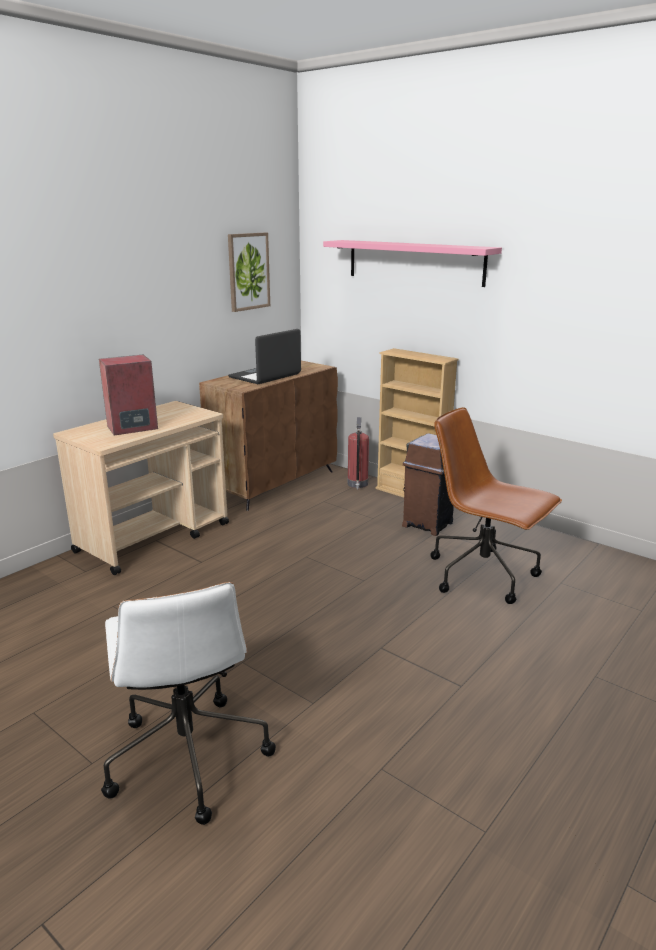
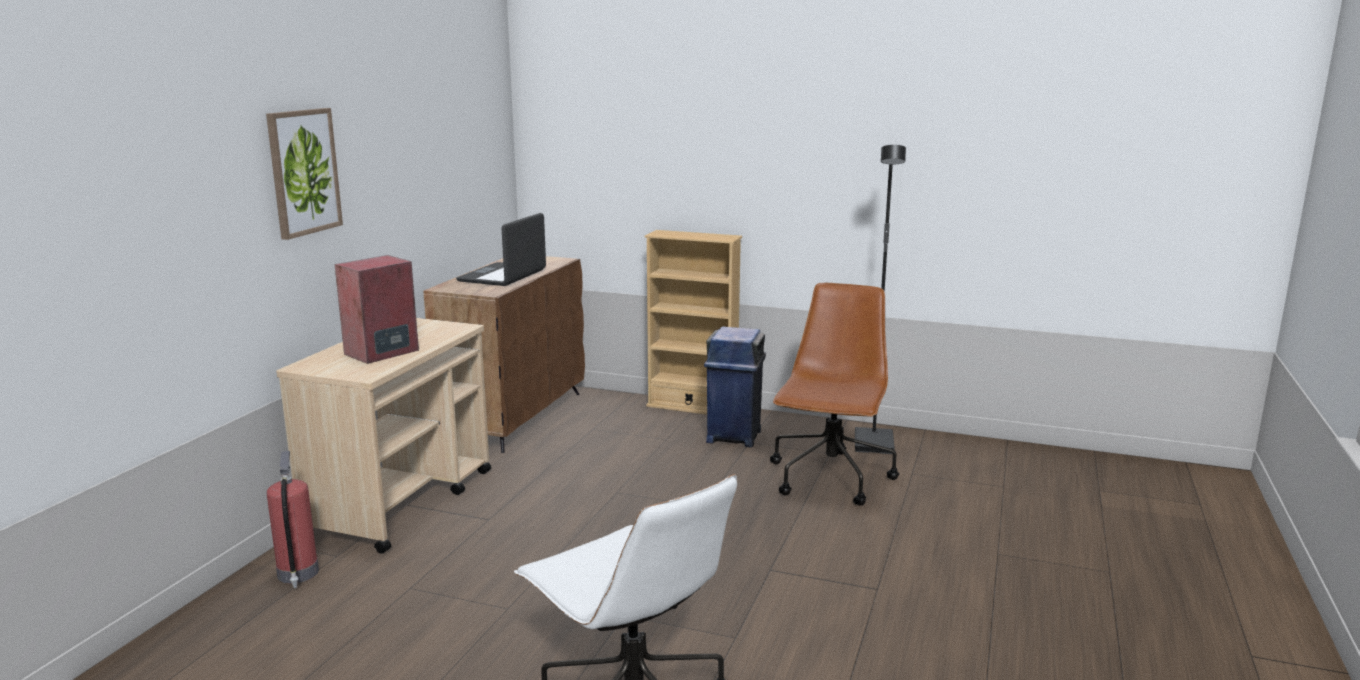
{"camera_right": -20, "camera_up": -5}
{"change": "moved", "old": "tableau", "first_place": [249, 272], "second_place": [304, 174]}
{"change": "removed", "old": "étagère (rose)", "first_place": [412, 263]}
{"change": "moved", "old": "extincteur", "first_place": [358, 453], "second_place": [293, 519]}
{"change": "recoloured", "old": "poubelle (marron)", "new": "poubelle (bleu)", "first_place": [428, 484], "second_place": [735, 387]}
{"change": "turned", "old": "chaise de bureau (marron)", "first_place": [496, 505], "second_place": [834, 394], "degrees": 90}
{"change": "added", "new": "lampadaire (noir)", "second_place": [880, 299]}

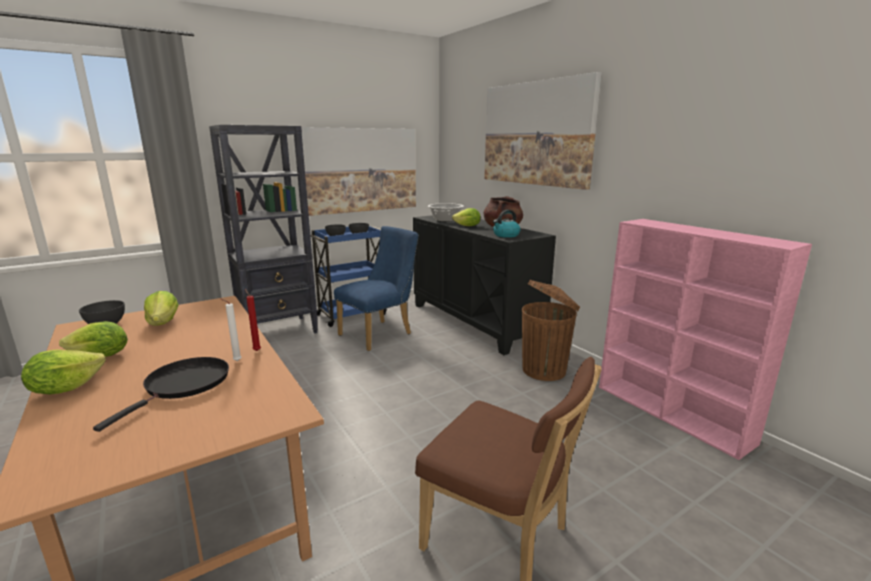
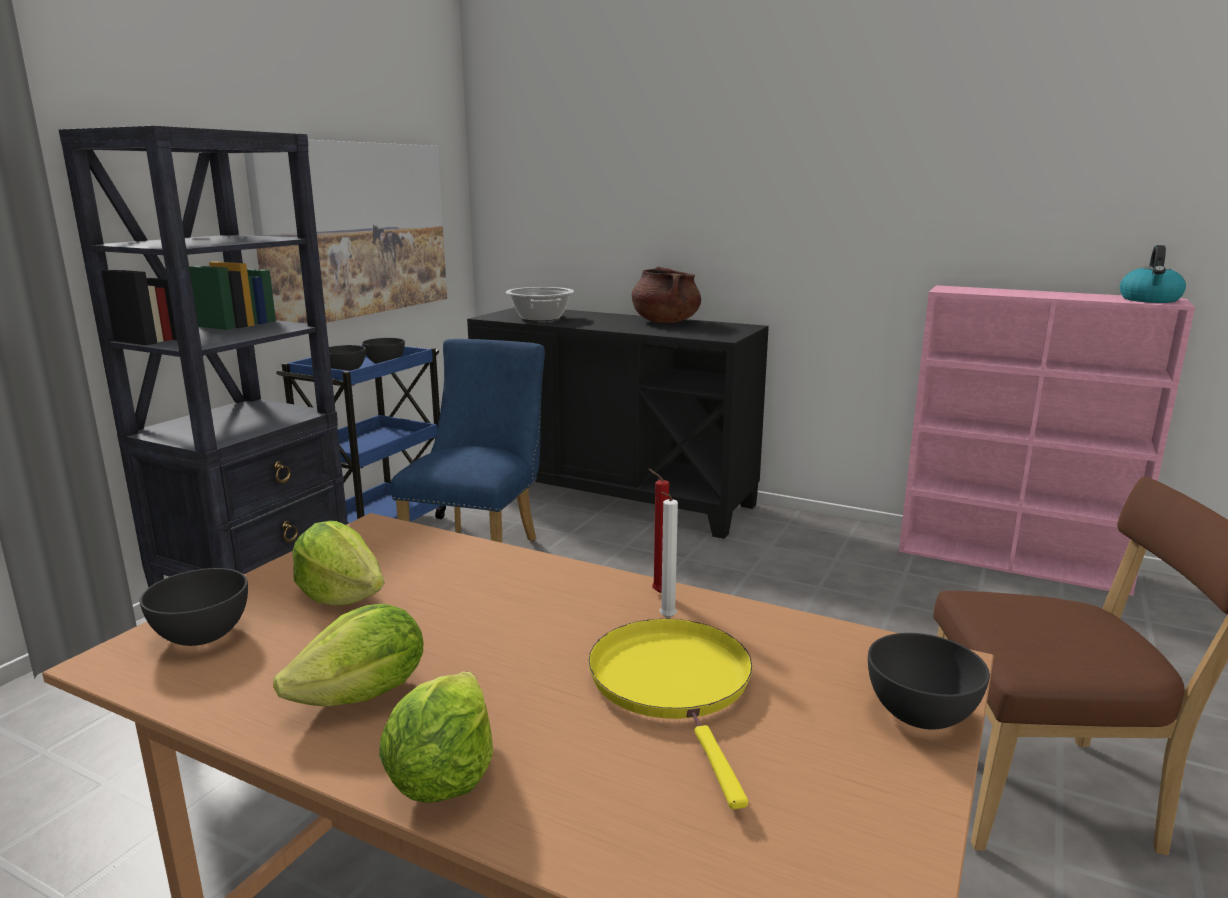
{"camera_right": -30, "camera_up": 0}
{"change": "recoloured", "old": "poêle (noir)", "new": "poêle (jaune)", "first_place": [161, 394], "second_place": [670, 714]}
{"change": "removed", "old": "laitue", "first_place": [466, 217]}
{"change": "removed", "old": "tableau", "first_place": [543, 131]}
{"change": "moved", "old": "bouilloire", "first_place": [506, 224], "second_place": [1153, 274]}
{"change": "removed", "old": "poubelle (marron)", "first_place": [551, 330]}
{"change": "added", "new": "bol (gris)", "second_place": [929, 681]}

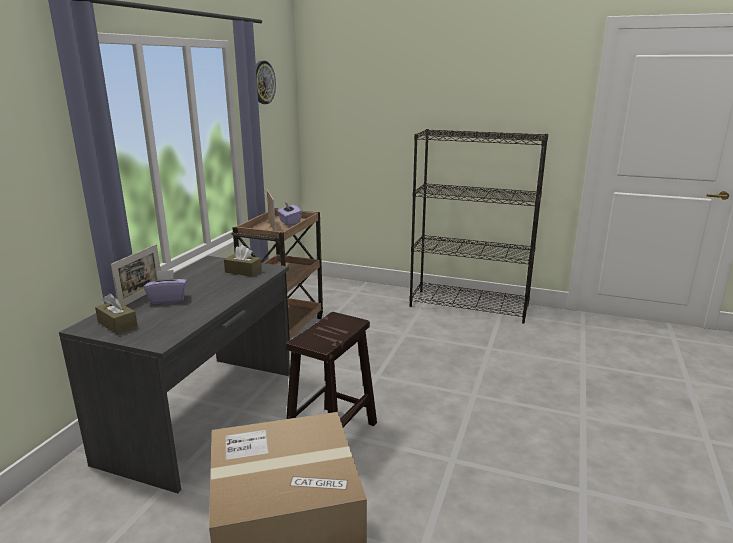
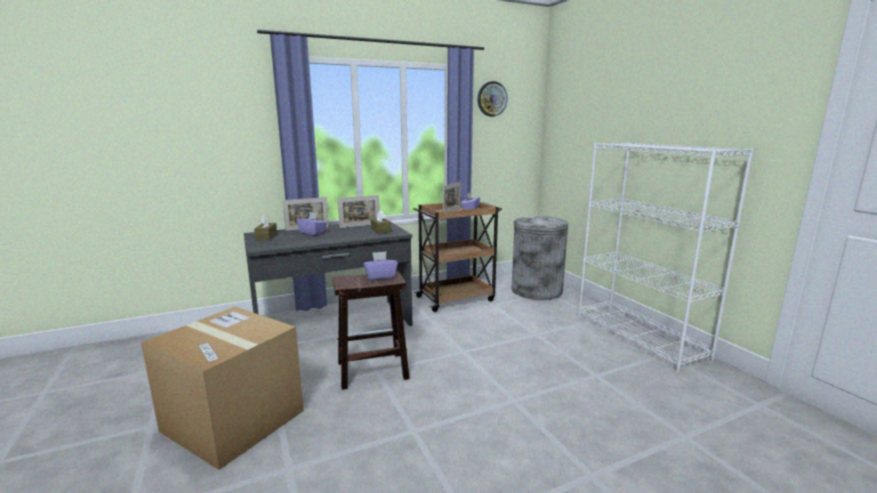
{"camera_right": 45, "camera_up": -5}
{"change": "recoloured", "old": "bibliothèque (noir)", "new": "bibliothèque (blanc)", "first_place": [478, 226], "second_place": [666, 257]}
{"change": "added", "new": "cadre photo", "second_place": [358, 211]}
{"change": "added", "new": "boîte à mouchoirs (violet)", "second_place": [380, 265]}
{"change": "added", "new": "poubelle (gris)", "second_place": [539, 258]}

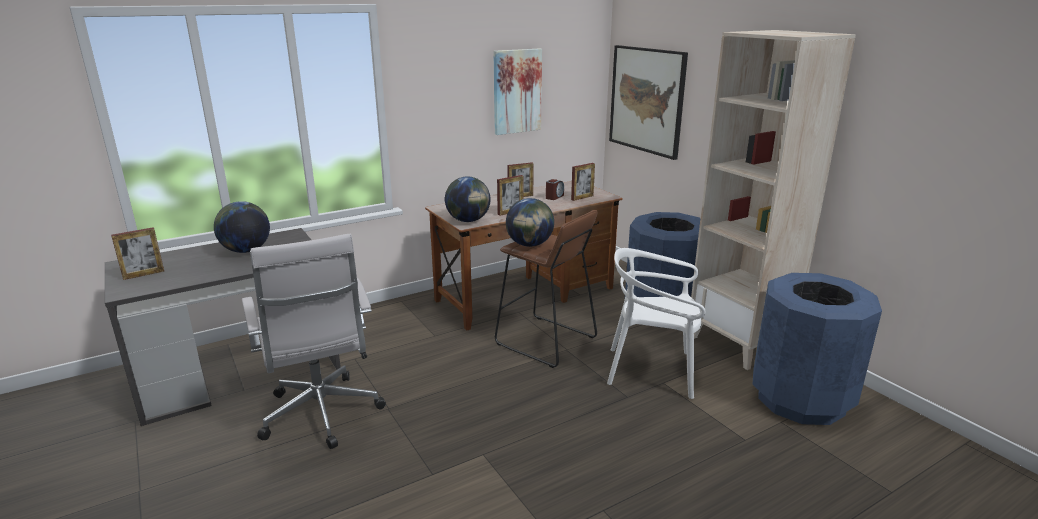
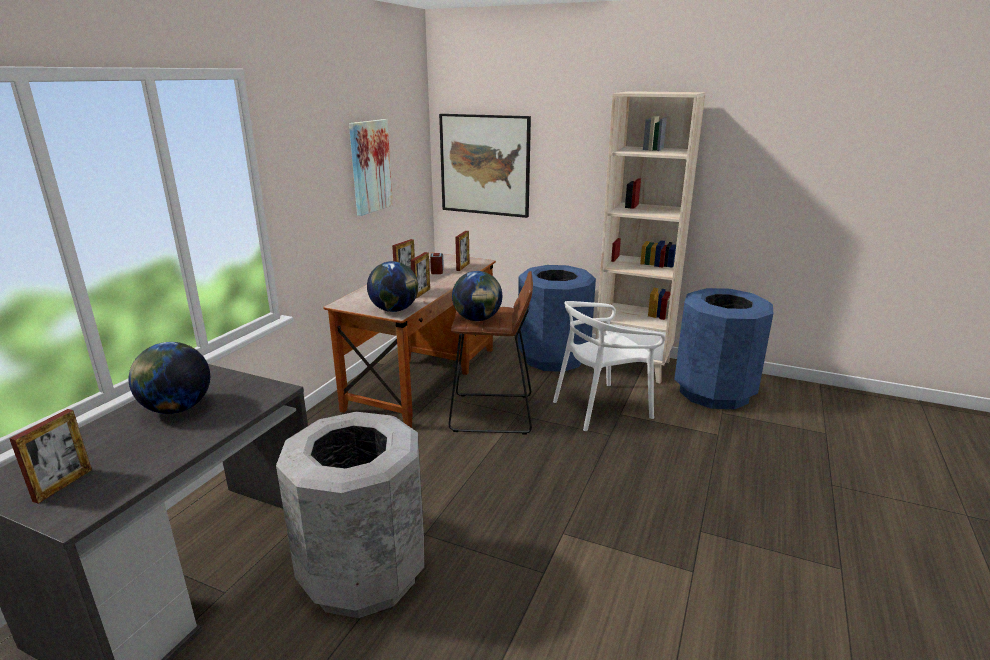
{"camera_right": -35, "camera_up": 0}
{"change": "replaced", "old": "chaise de bureau (blanc)", "new": "poubelle (gris)", "first_place": [314, 341], "second_place": [350, 515]}

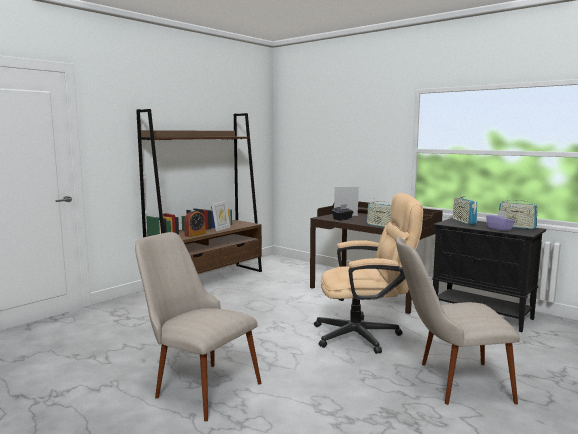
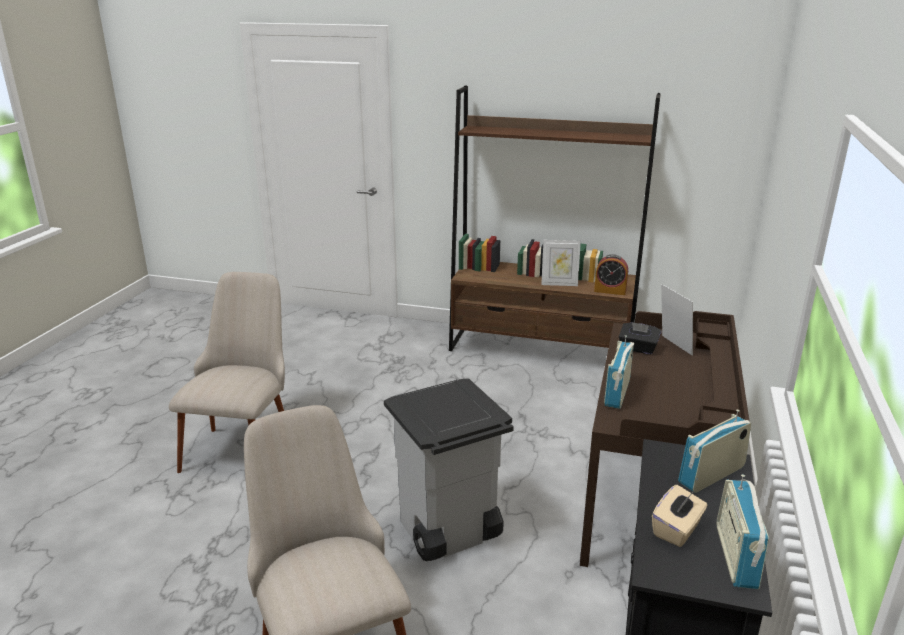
{"camera_right": 65, "camera_up": 15}
{"change": "moved", "old": "réveil", "first_place": [195, 223], "second_place": [611, 274]}
{"change": "replaced", "old": "chaise de bureau (beige)", "new": "poubelle (gris)", "first_place": [368, 273], "second_place": [449, 469]}
{"change": "recoloured", "old": "boîte à mouchoirs (violet)", "new": "boîte à mouchoirs (beige)", "first_place": [500, 221], "second_place": [680, 516]}

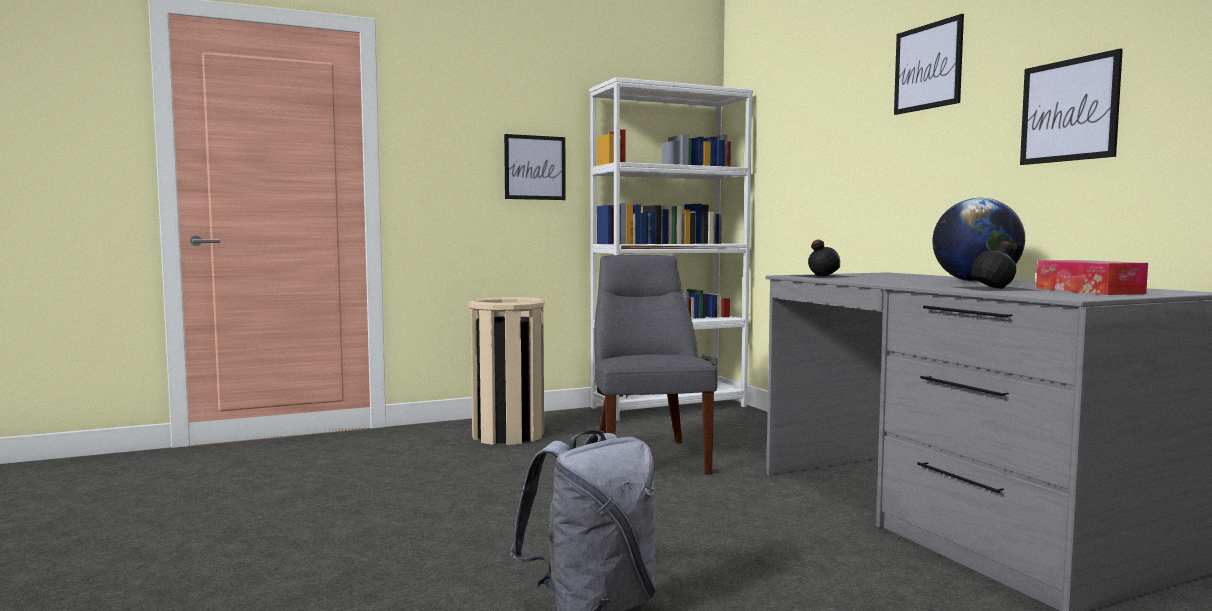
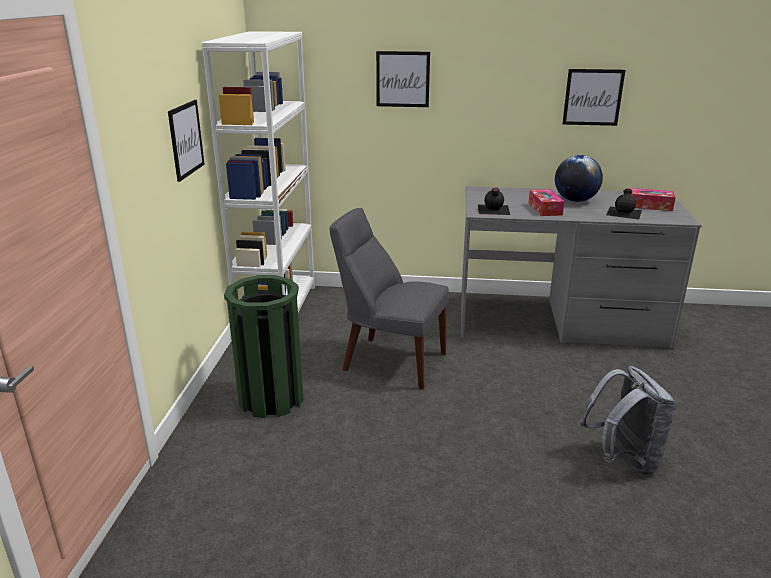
{"camera_right": -60, "camera_up": 20}
{"change": "recoloured", "old": "poubelle (beige)", "new": "poubelle (vert)", "first_place": [506, 371], "second_place": [264, 346]}
{"change": "moved", "old": "tableau", "first_place": [929, 64], "second_place": [403, 79]}
{"change": "added", "new": "boîte à mouchoirs", "second_place": [546, 202]}

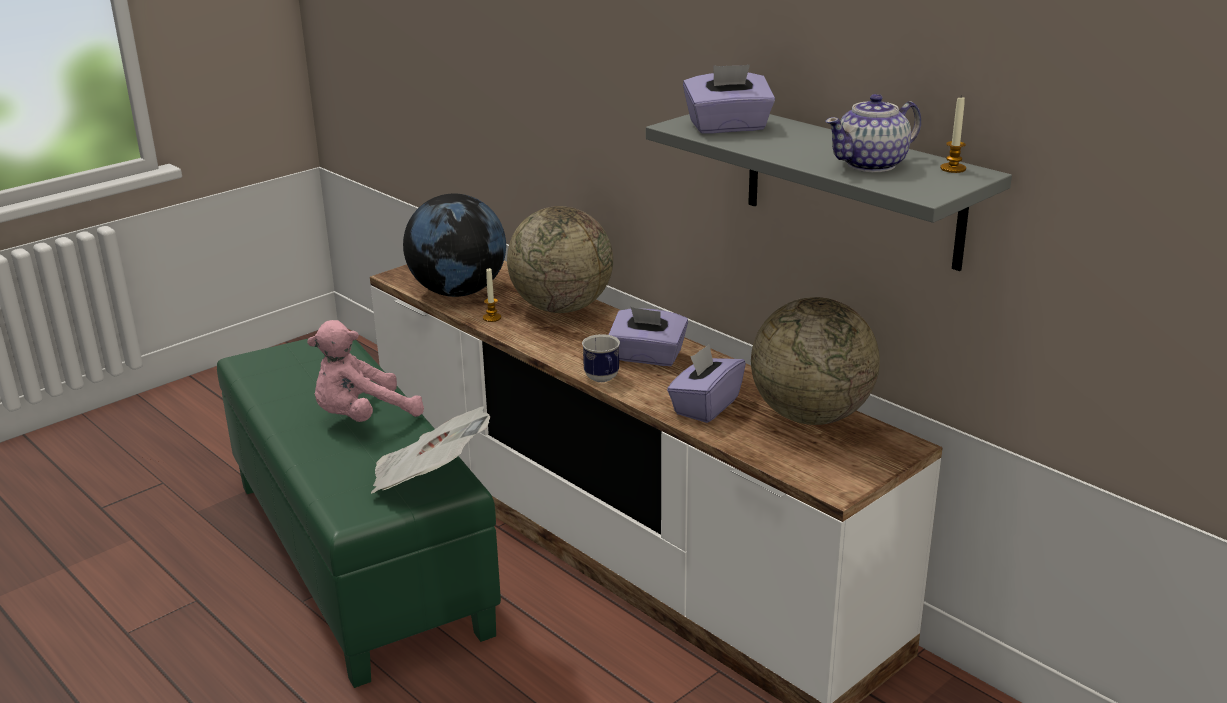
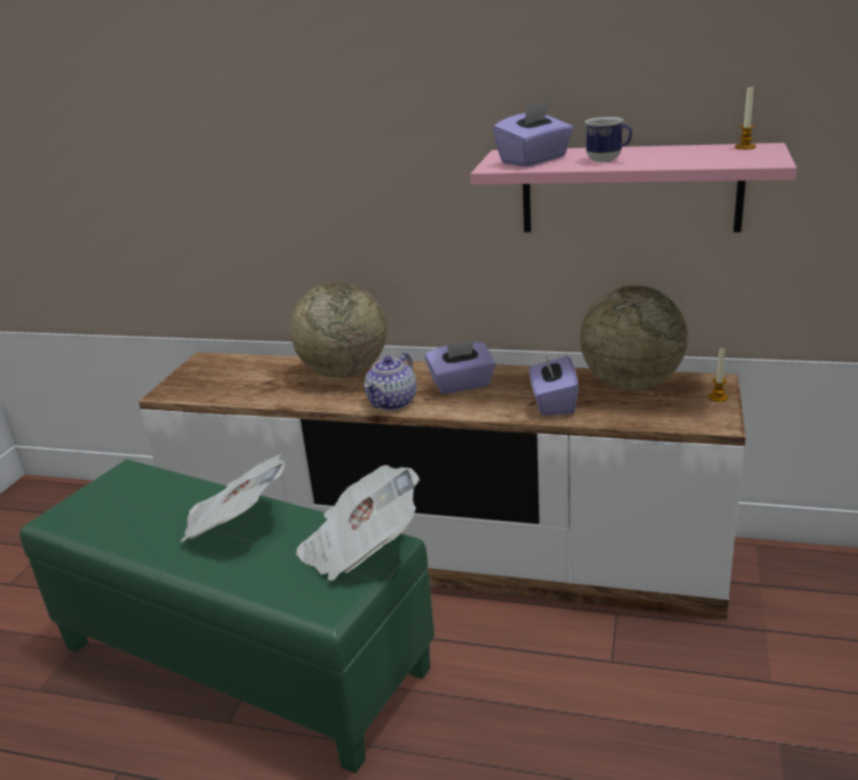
{"camera_right": -30, "camera_up": 0}
{"change": "replaced", "old": "peluche (rose)", "new": "journal", "first_place": [365, 371], "second_place": [233, 498]}
{"change": "removed", "old": "globe", "first_place": [454, 245]}
{"change": "moved", "old": "bougie", "first_place": [492, 295], "second_place": [718, 375]}
{"change": "moved", "old": "mug", "first_place": [601, 358], "second_place": [608, 139]}
{"change": "recoloured", "old": "étagère (gris)", "new": "étagère (rose)", "first_place": [829, 192], "second_place": [634, 187]}
{"change": "moved", "old": "théière", "first_place": [873, 133], "second_place": [390, 381]}

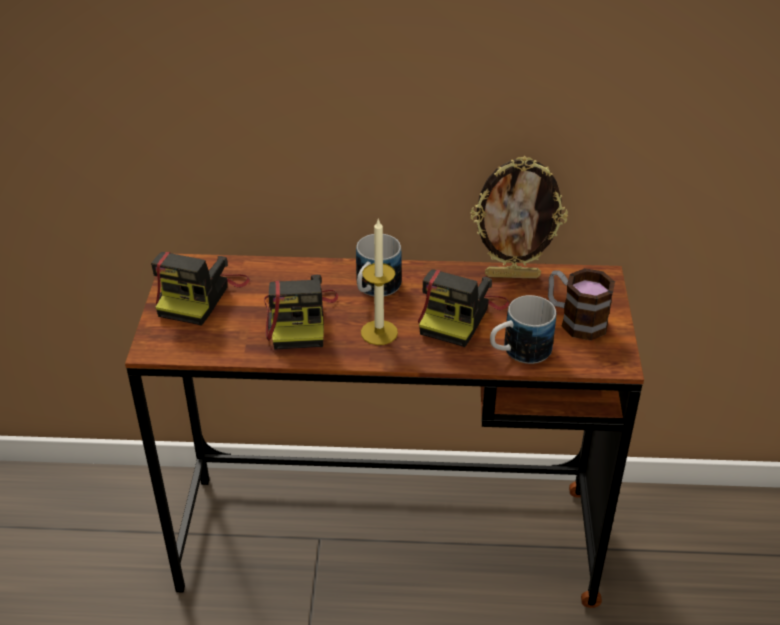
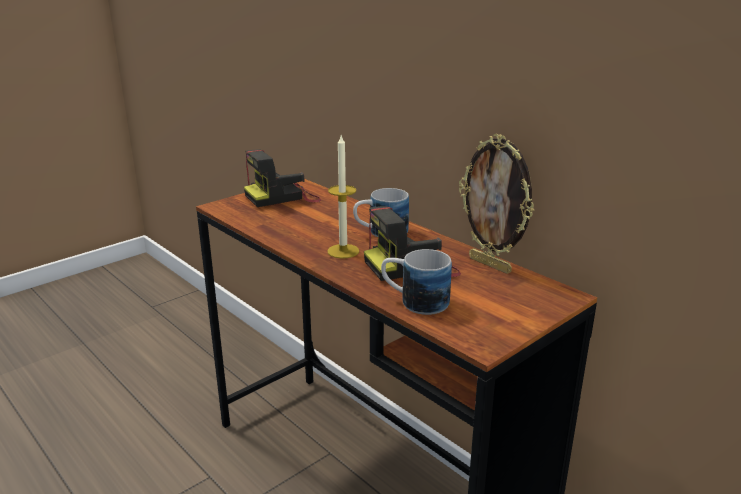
{"camera_right": 45, "camera_up": -15}
{"change": "removed", "old": "appareil photo", "first_place": [301, 312]}
{"change": "removed", "old": "mug", "first_place": [581, 304]}

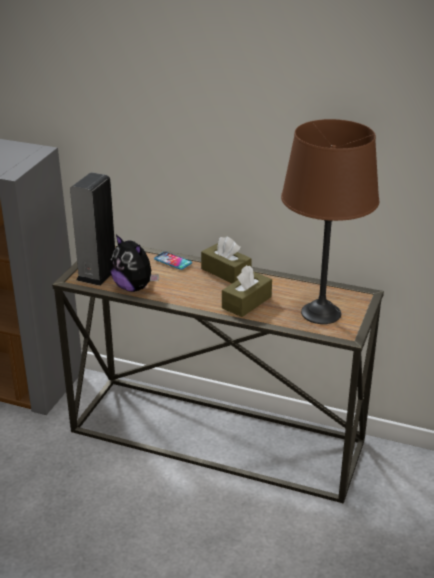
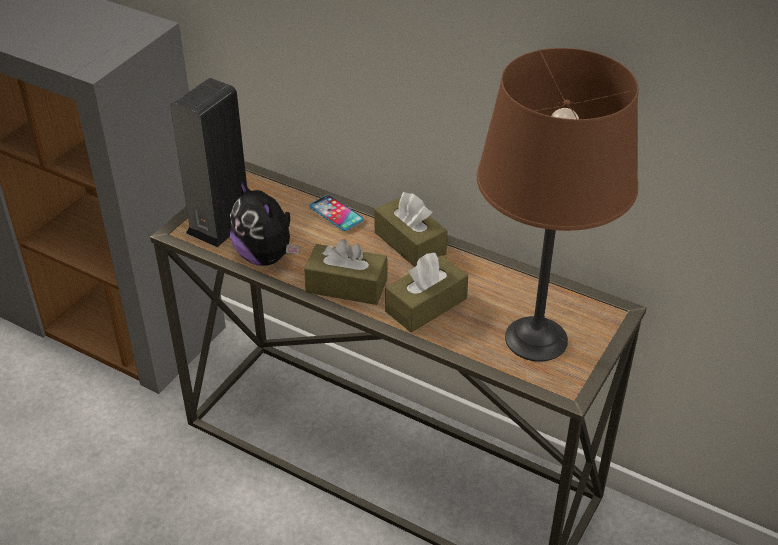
{"camera_right": 10, "camera_up": 10}
{"change": "added", "new": "boîte à mouchoirs (marron)", "second_place": [345, 272]}

